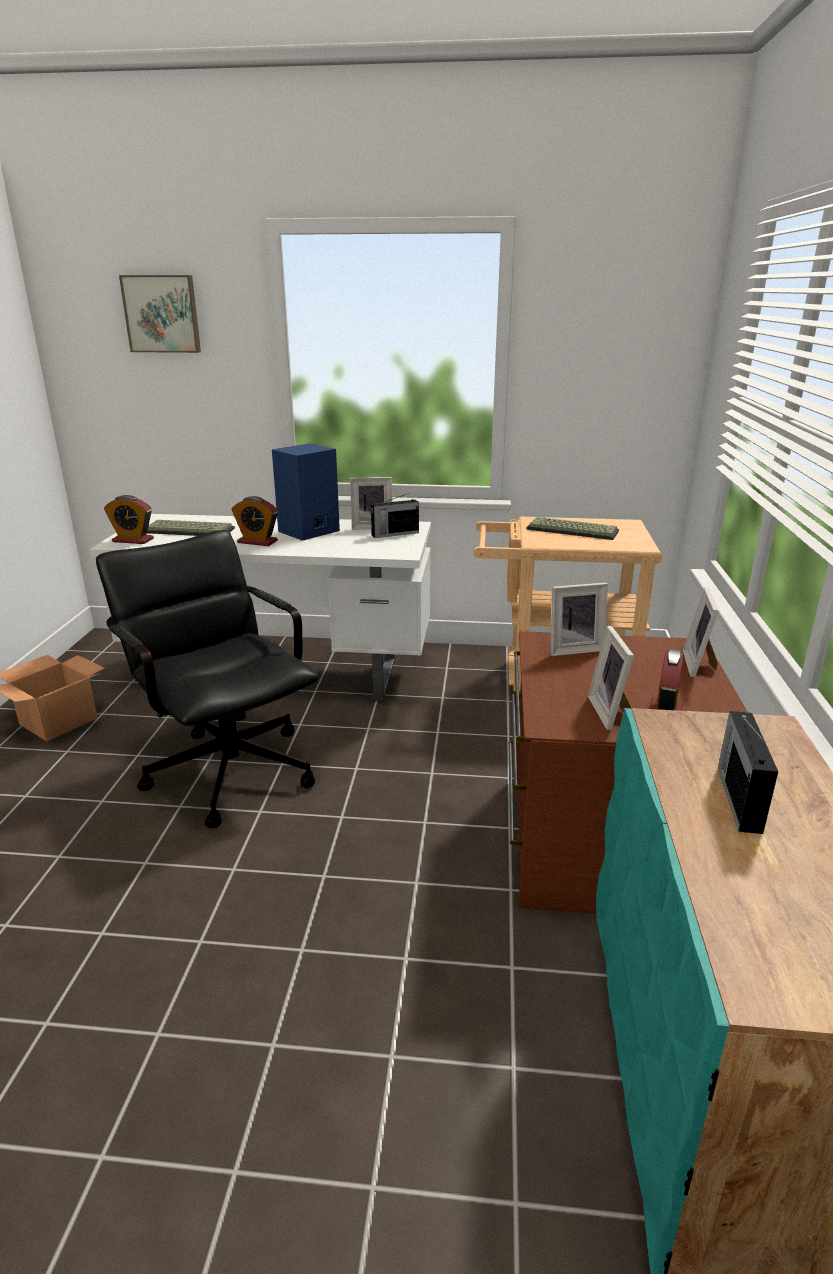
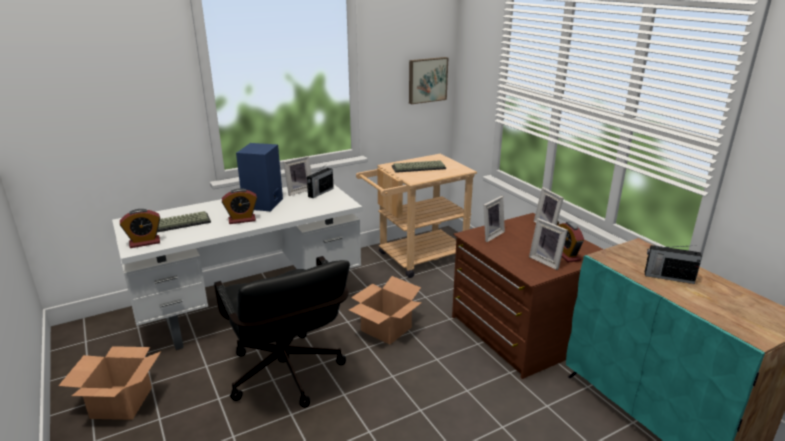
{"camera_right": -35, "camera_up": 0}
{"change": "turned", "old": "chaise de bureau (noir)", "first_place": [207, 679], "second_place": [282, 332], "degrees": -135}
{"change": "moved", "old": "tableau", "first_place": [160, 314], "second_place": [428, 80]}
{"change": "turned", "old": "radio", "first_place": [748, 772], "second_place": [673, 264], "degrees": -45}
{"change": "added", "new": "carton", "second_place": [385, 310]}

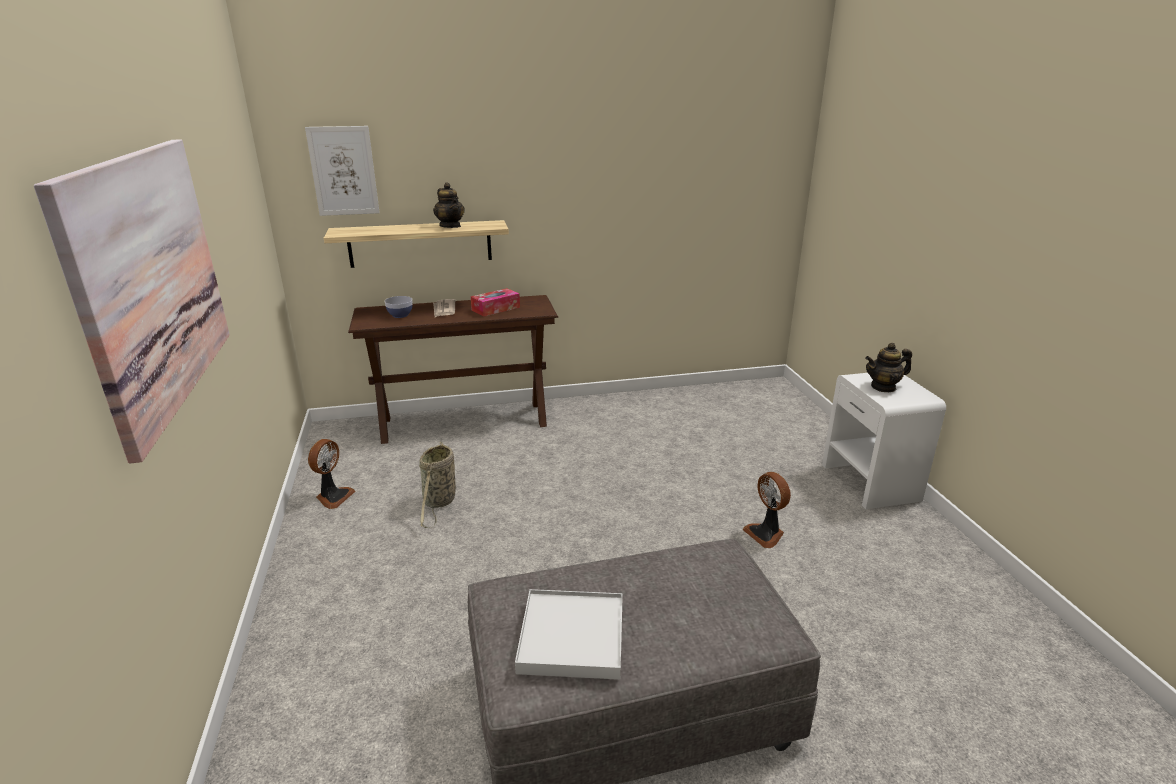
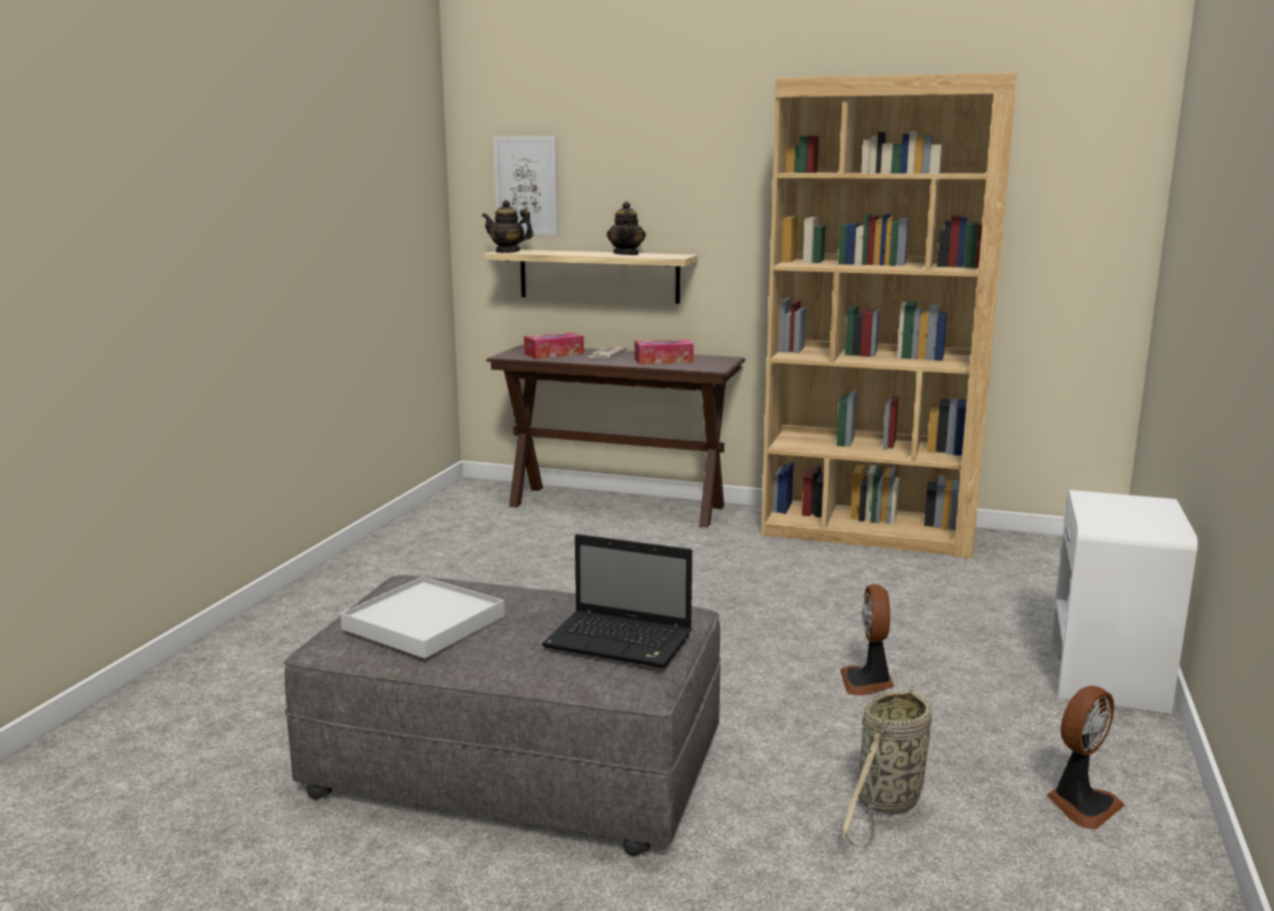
{"camera_right": 30, "camera_up": -10}
{"change": "removed", "old": "tableau", "first_place": [132, 302]}
{"change": "moved", "old": "ventilateur", "first_place": [332, 474], "second_place": [1086, 757]}
{"change": "replaced", "old": "bol", "new": "boîte à mouchoirs", "first_place": [399, 307], "second_place": [554, 345]}
{"change": "moved", "old": "panier", "first_place": [437, 485], "second_place": [887, 767]}
{"change": "moved", "old": "théière", "first_place": [888, 367], "second_place": [507, 226]}
{"change": "added", "new": "ordinateur portable", "second_place": [617, 601]}
{"change": "added", "new": "bibliothèque (marron)", "second_place": [889, 316]}

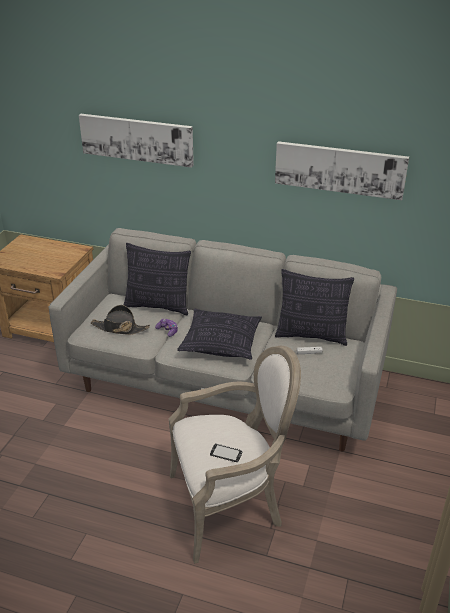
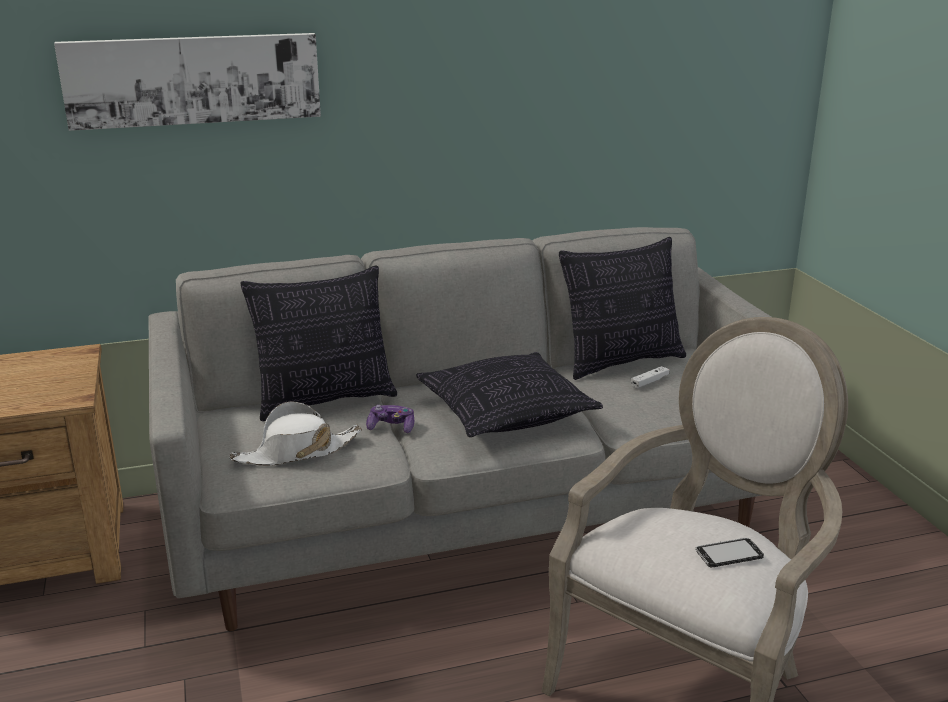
{"camera_right": -35, "camera_up": -10}
{"change": "recoloured", "old": "chapeau (noir)", "new": "chapeau (blanc)", "first_place": [120, 320], "second_place": [295, 433]}
{"change": "removed", "old": "tableau", "first_place": [342, 170]}

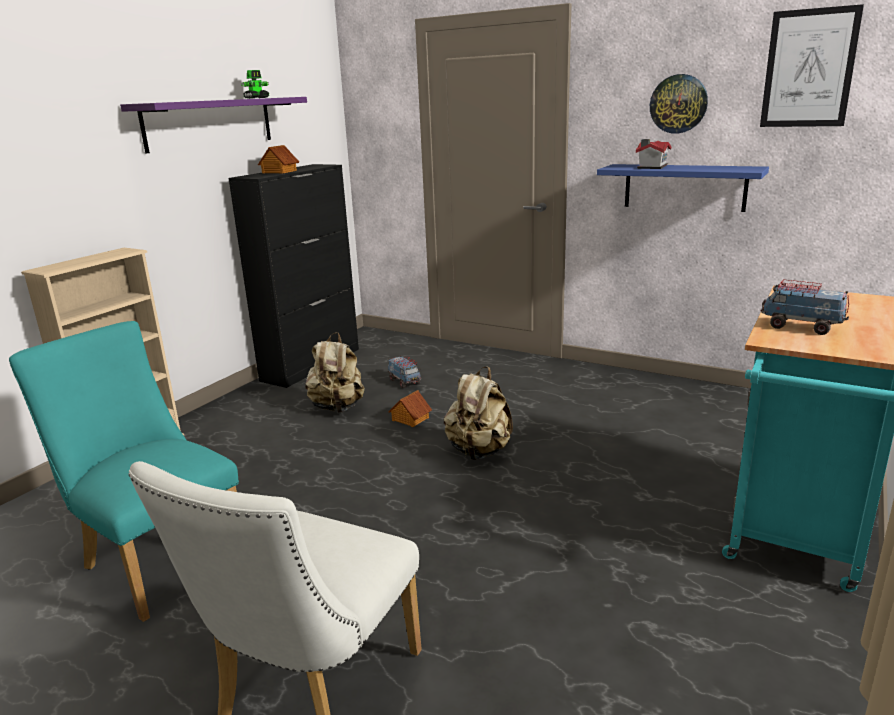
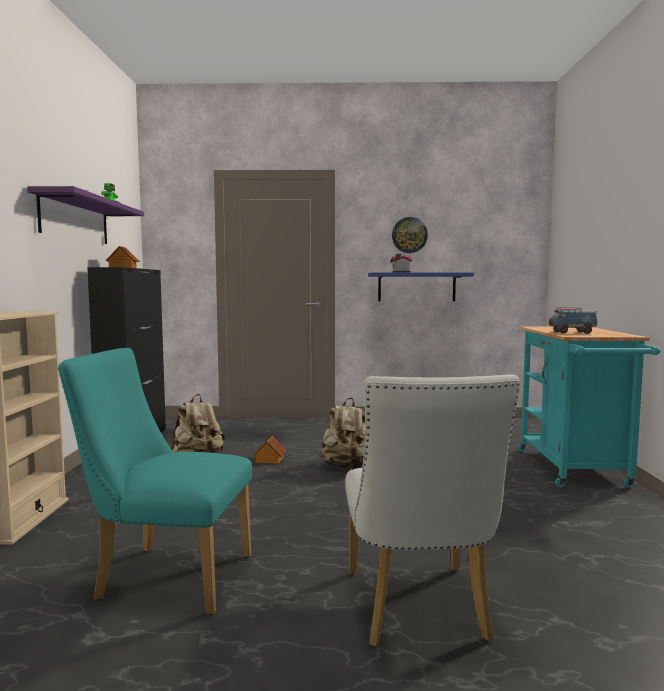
{"camera_right": -30, "camera_up": -15}
{"change": "removed", "old": "camion jouet", "first_place": [404, 371]}
{"change": "removed", "old": "tableau", "first_place": [812, 65]}

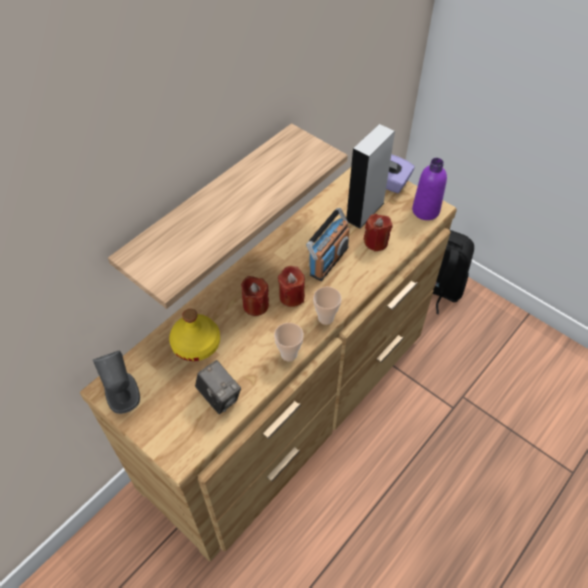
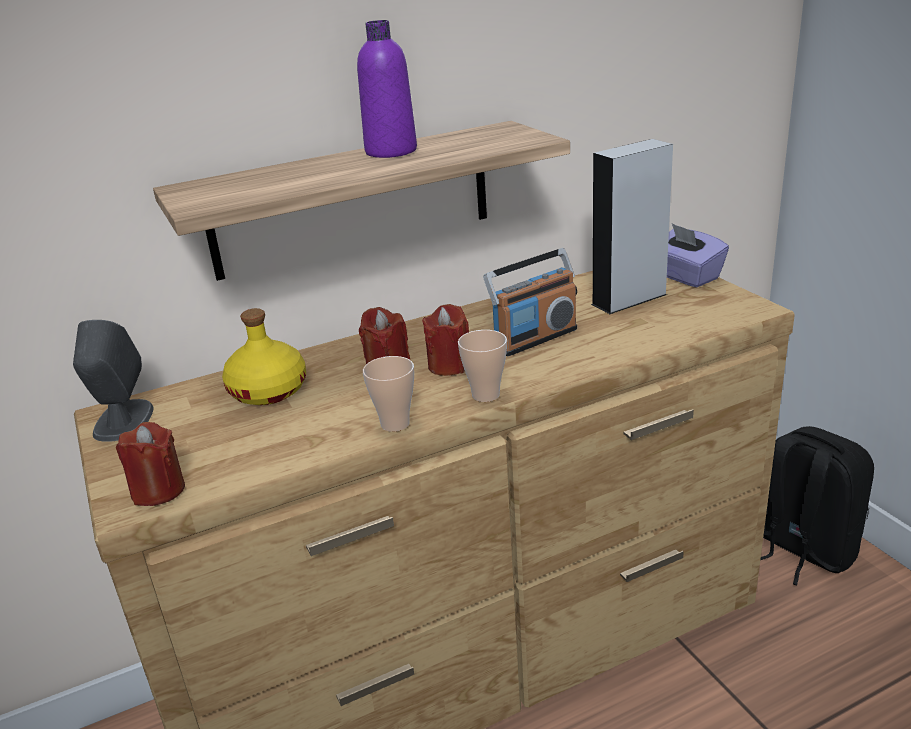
{"camera_right": 25, "camera_up": -25}
{"change": "removed", "old": "appareil photo", "first_place": [218, 387]}
{"change": "moved", "old": "bougie (rouge)", "first_place": [378, 232], "second_place": [150, 464]}
{"change": "moved", "old": "bouteille (violet)", "first_place": [429, 189], "second_place": [387, 89]}

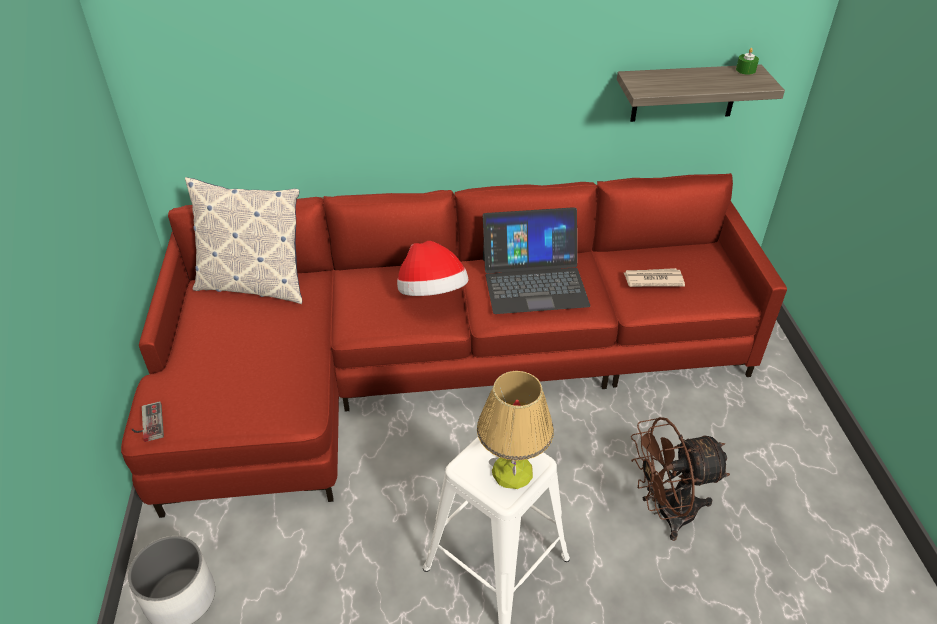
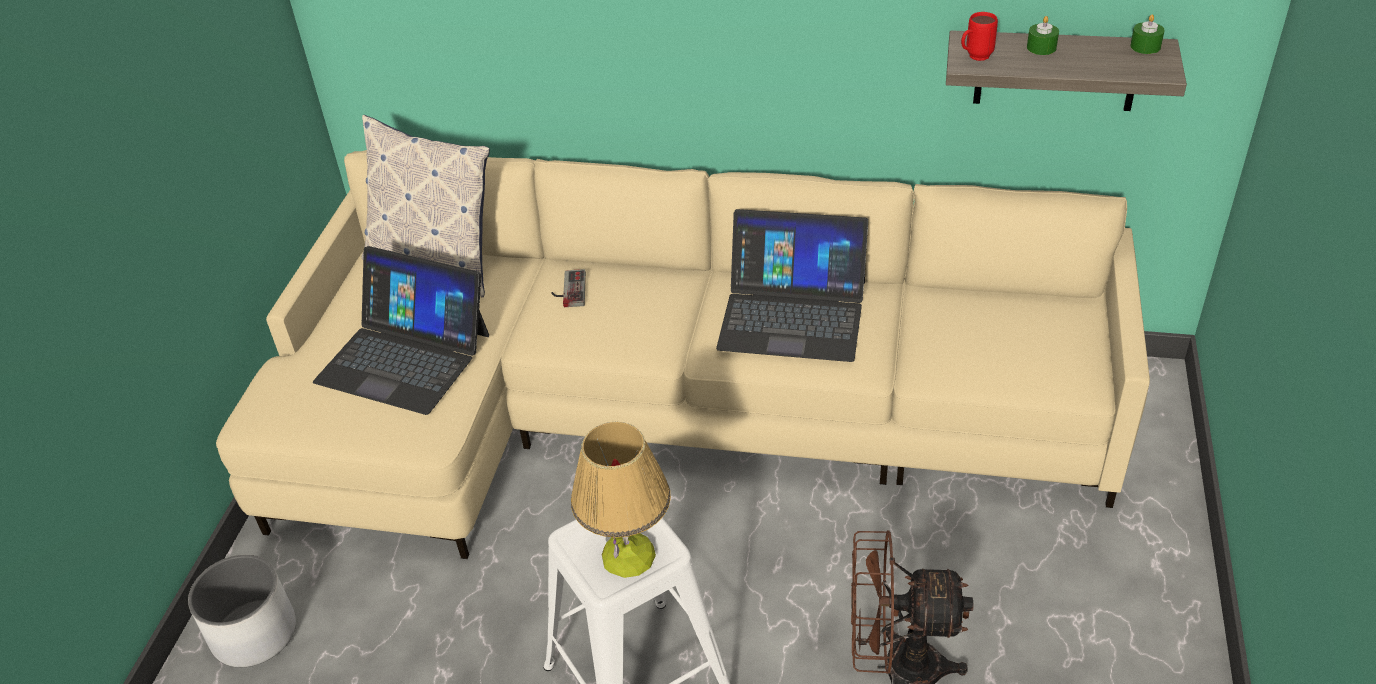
{"camera_right": 20, "camera_up": 0}
{"change": "recoloured", "old": "canapé (rouge)", "new": "canapé (beige)", "first_place": [454, 345], "second_place": [683, 354]}
{"change": "moved", "old": "manette", "first_place": [148, 421], "second_place": [568, 288]}
{"change": "removed", "old": "chapeau", "first_place": [433, 268]}
{"change": "removed", "old": "journal", "first_place": [654, 277]}
{"change": "added", "new": "ordinateur portable", "second_place": [401, 330]}
{"change": "added", "new": "mug (rouge)", "second_place": [979, 36]}
{"change": "added", "new": "bougie (vert)", "second_place": [1043, 35]}

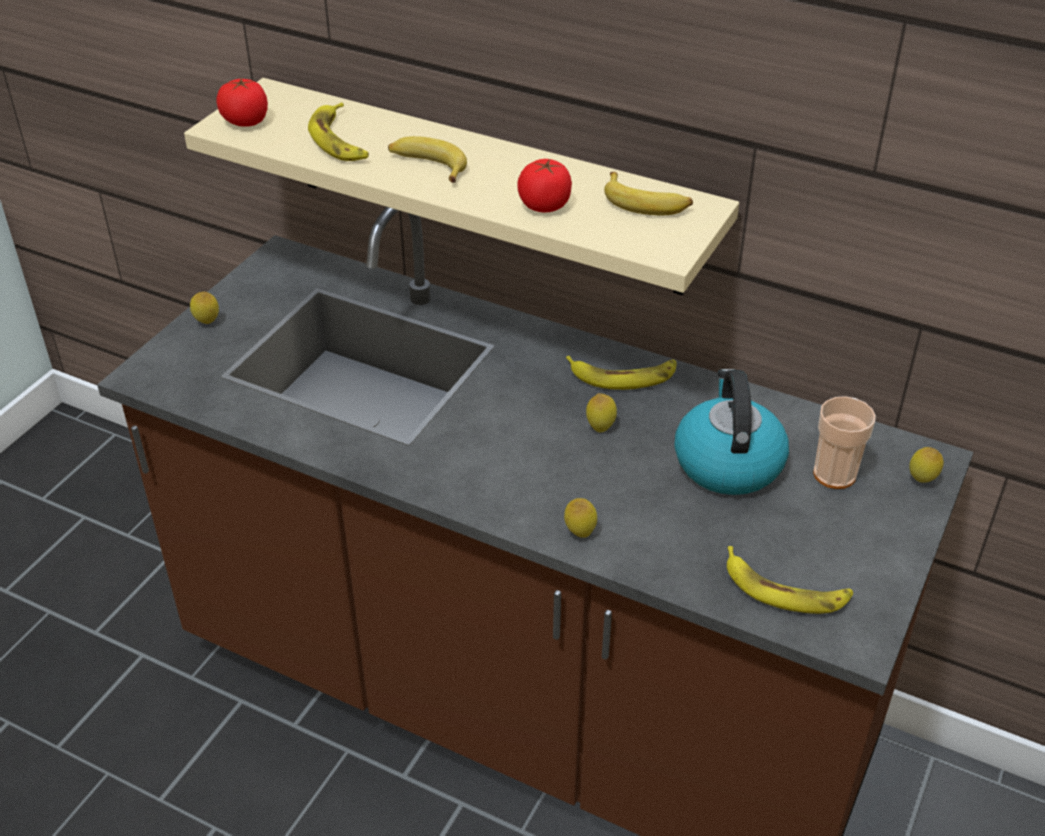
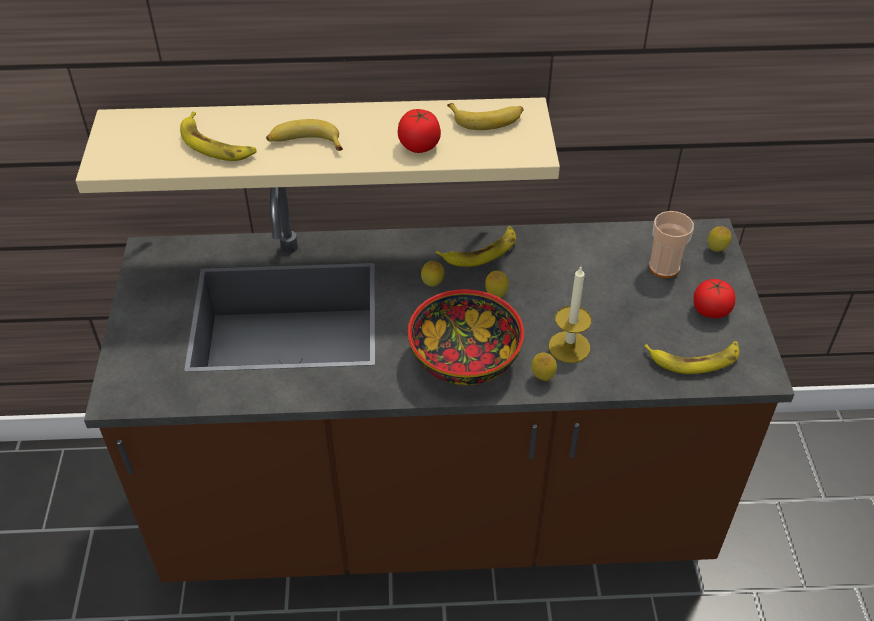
{"camera_right": -30, "camera_up": 5}
{"change": "moved", "old": "citron", "first_place": [204, 308], "second_place": [432, 274]}
{"change": "moved", "old": "tomate", "first_place": [242, 102], "second_place": [714, 298]}
{"change": "removed", "old": "bouilloire", "first_place": [731, 432]}
{"change": "added", "new": "bol", "second_place": [466, 337]}
{"change": "added", "new": "bougie", "second_place": [570, 315]}

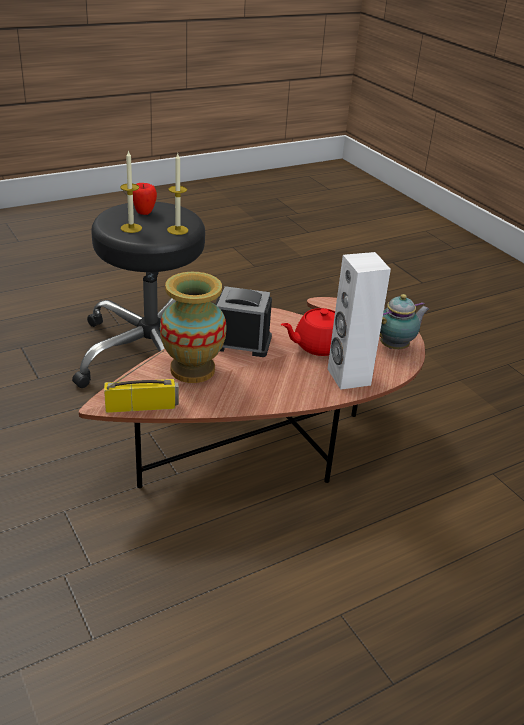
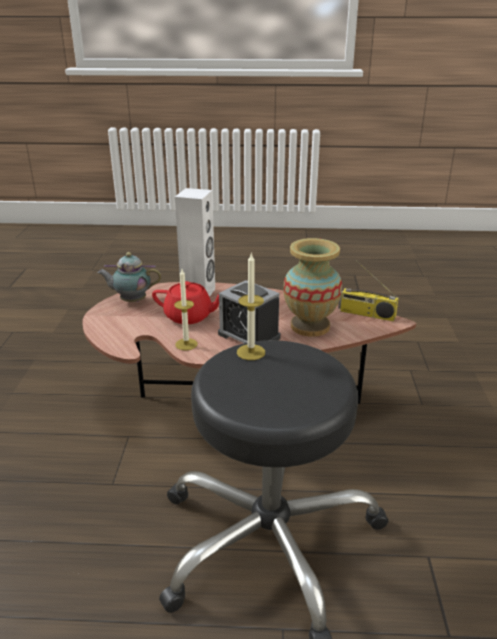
{"camera_right": -145, "camera_up": -5}
{"change": "moved", "old": "bougie", "first_place": [131, 191], "second_place": [186, 309]}
{"change": "removed", "old": "pomme", "first_place": [145, 199]}

